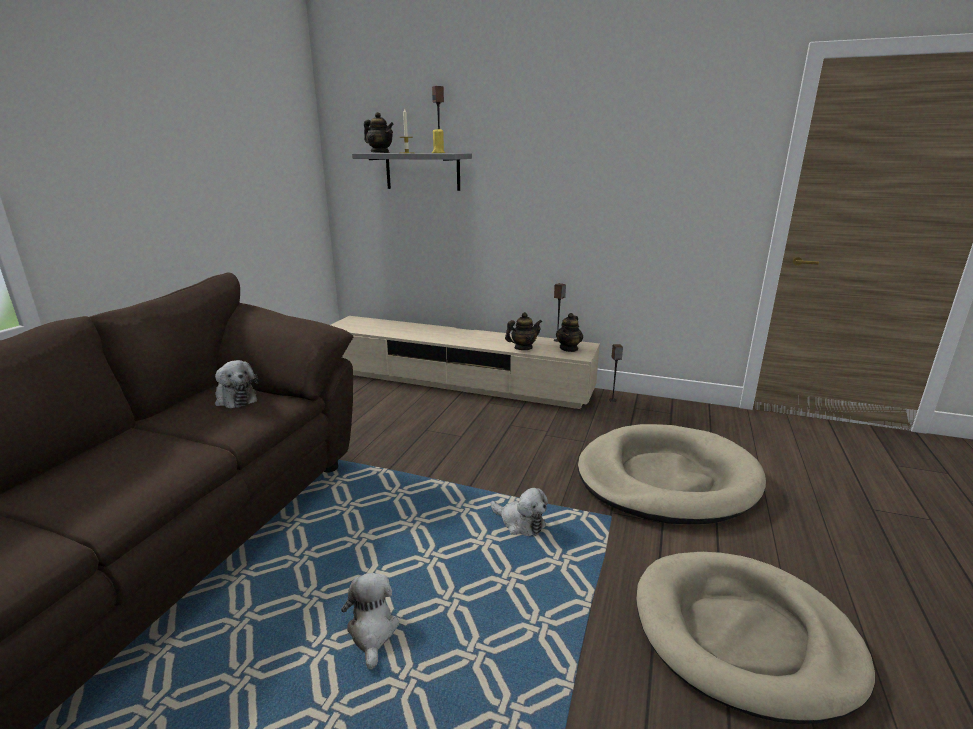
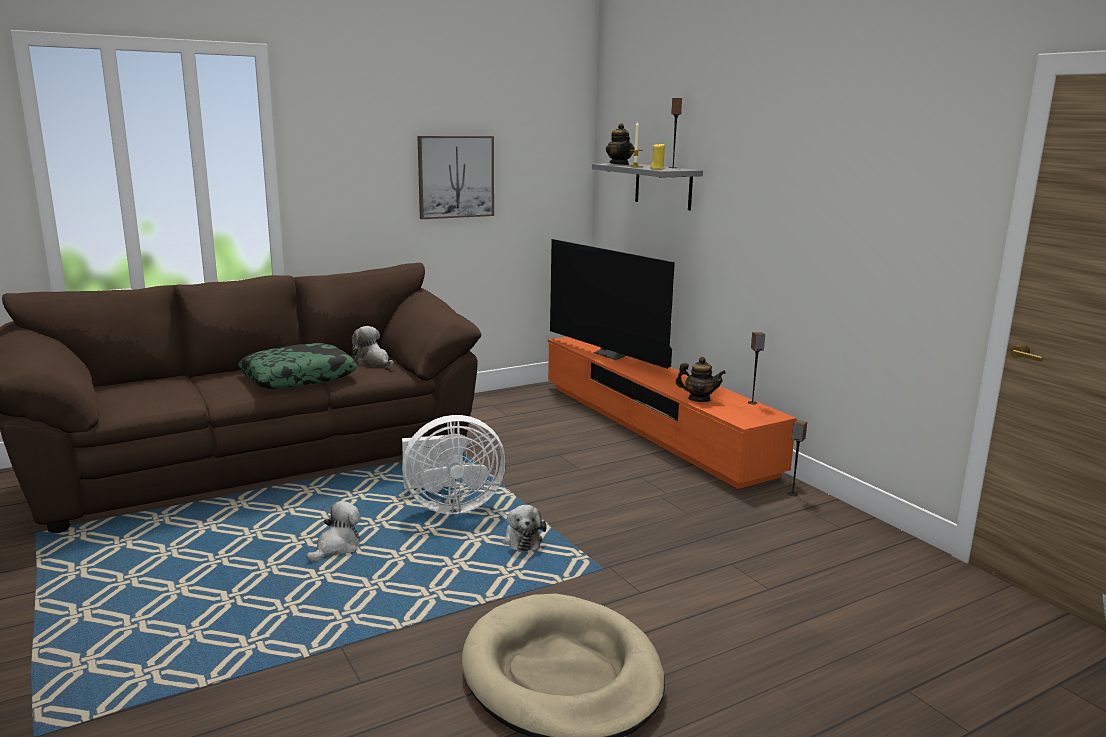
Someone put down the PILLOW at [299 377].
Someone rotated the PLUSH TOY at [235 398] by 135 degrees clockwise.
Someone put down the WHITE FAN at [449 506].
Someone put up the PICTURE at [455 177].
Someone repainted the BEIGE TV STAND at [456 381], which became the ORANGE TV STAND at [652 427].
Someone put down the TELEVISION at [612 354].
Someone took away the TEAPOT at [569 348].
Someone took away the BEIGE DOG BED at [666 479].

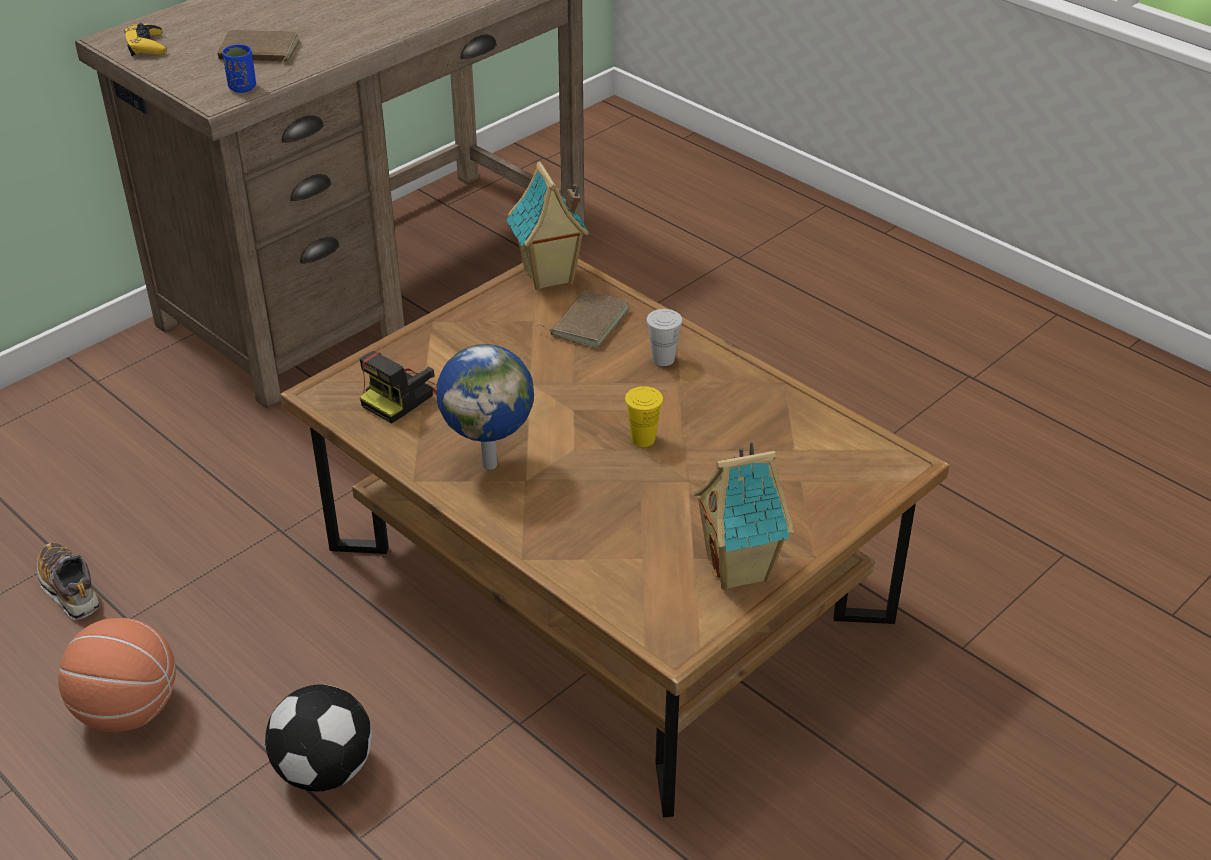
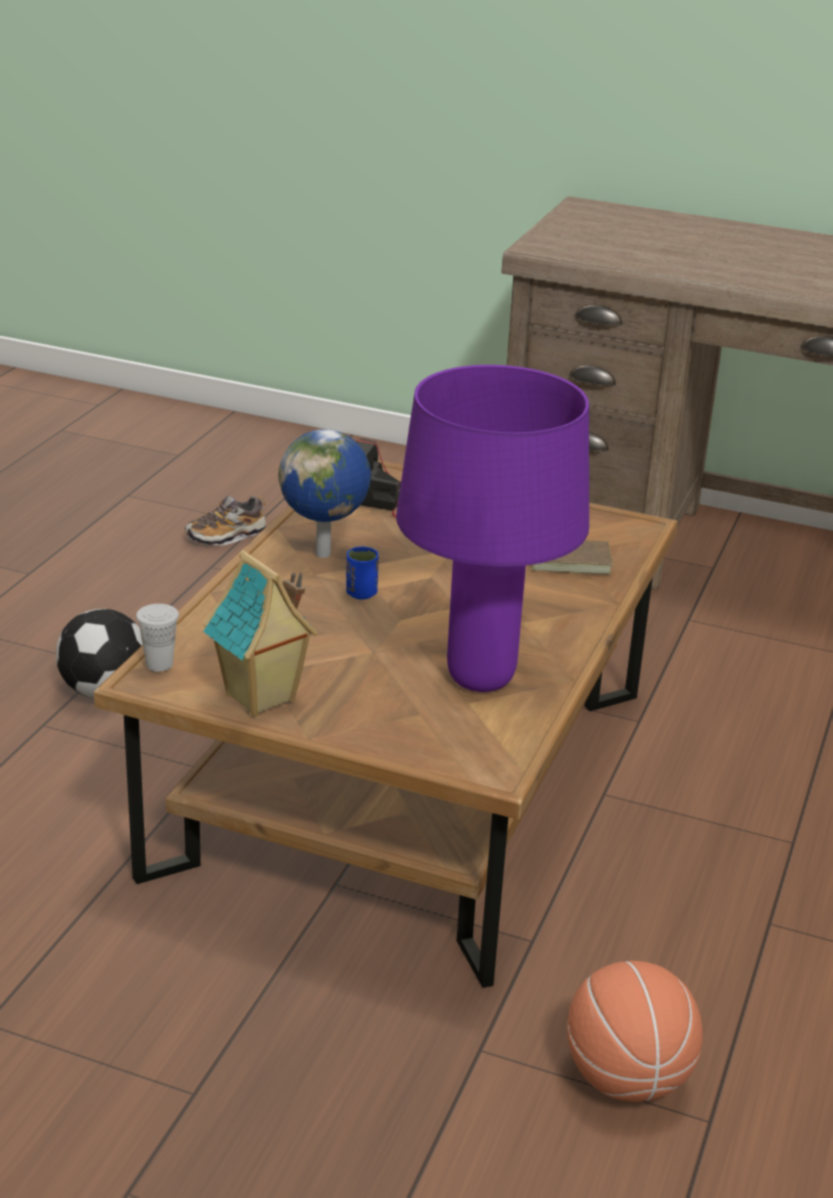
Someone carried the WHITE CUP from [663 359] to [159 664].
Someone rotated the SHOE at [69 589] by 150 degrees counterclockwise.
Someone carried the BLUE CUP from [242 88] to [361 593].
Someone put down the PURPLE TABLE LAMP at [480 679].
Someone carried the BASKETBALL from [127 710] to [627 1077].
Someone took away the YELLOW GAME CONTROLLER at [146 46].
Someone took away the BROWN BOOK at [258 52].
Someone took away the TOY HOUSE at [549 277].
Someone took away the YELLOW CUP at [643 439].

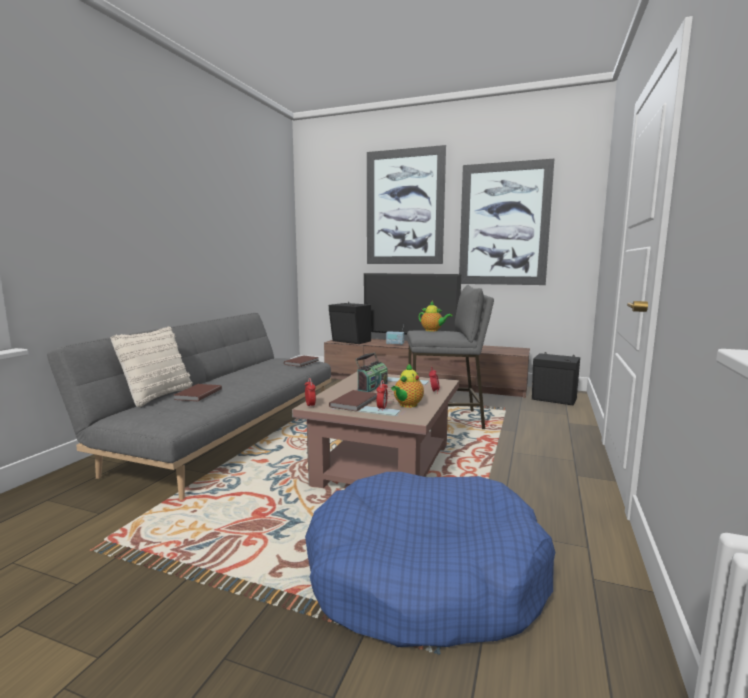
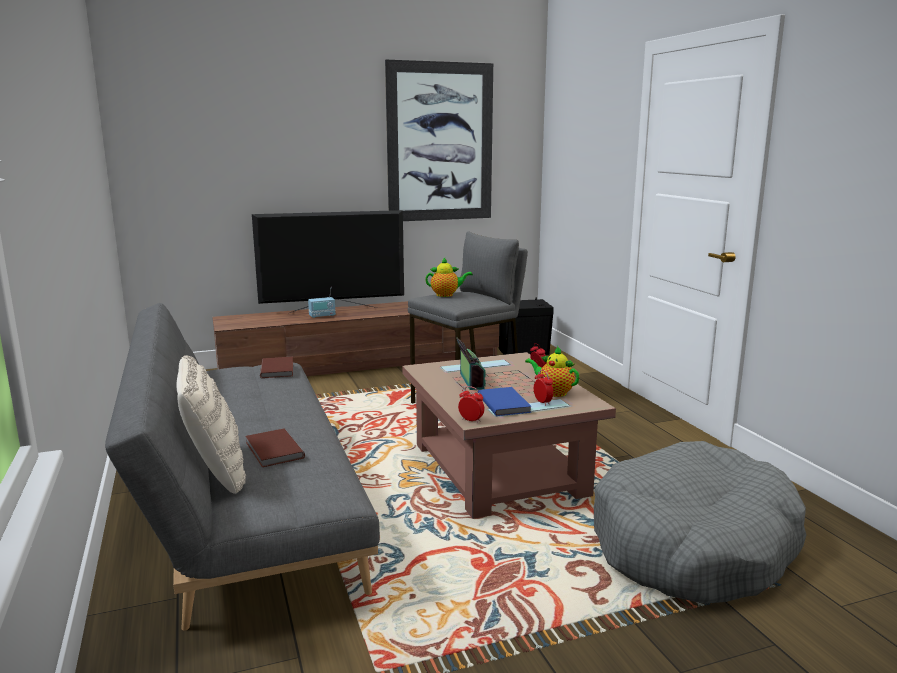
Someone repainted the BROWN BOOK at [355 402], which became the BLUE BOOK at [504 403].
Someone rotated the TEAPOT at [407 405] by 135 degrees clockwise.
Someone repainted the BLUE DOG BED at [424 577], which became the GREY DOG BED at [692 545].
Someone took away the BLACK SPEAKER at [351 341].
Someone took away the PICTURE at [404 207].

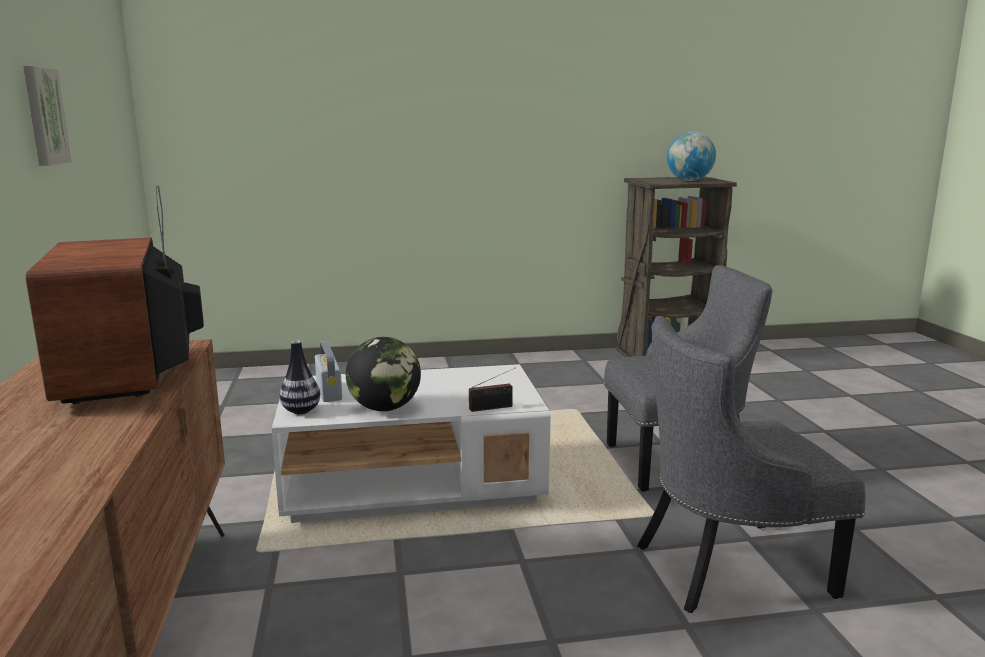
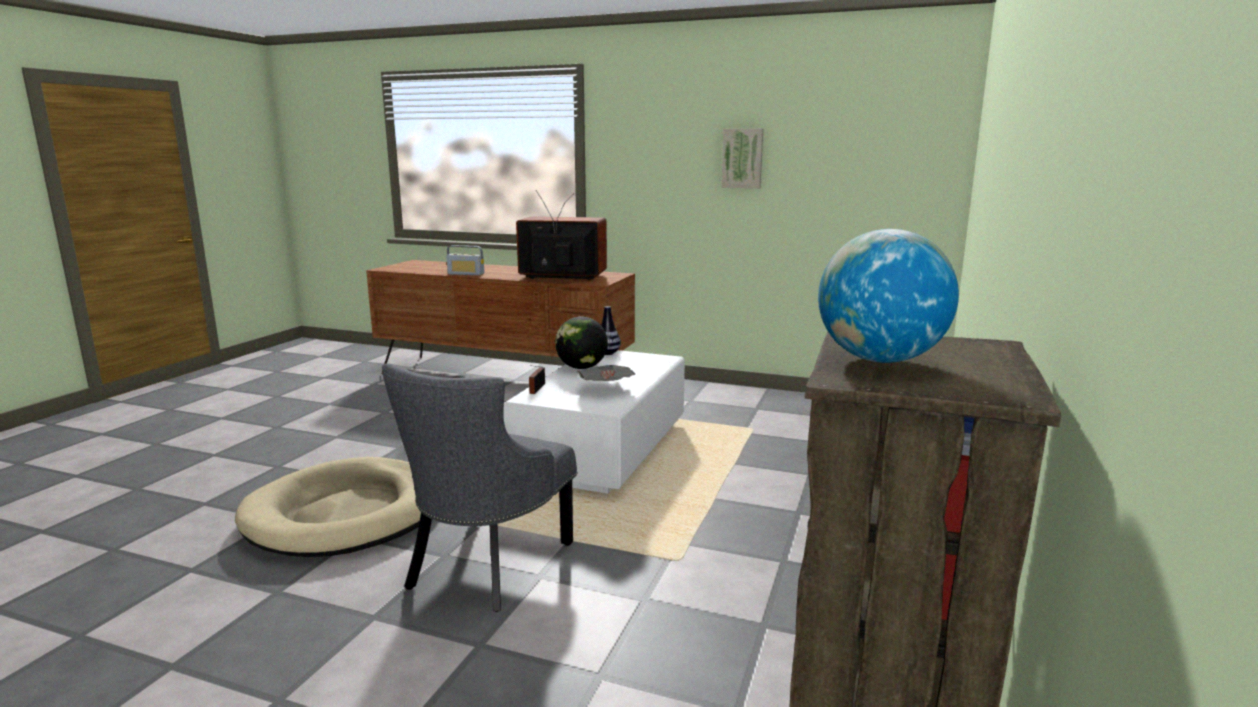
Someone swapped the GREY ARMCHAIR at [733 567] for the BEIGE DOG BED at [348 514].
Someone carried the RADIO from [329 391] to [466 274].
Someone put down the NEWSPAPER at [606 389].

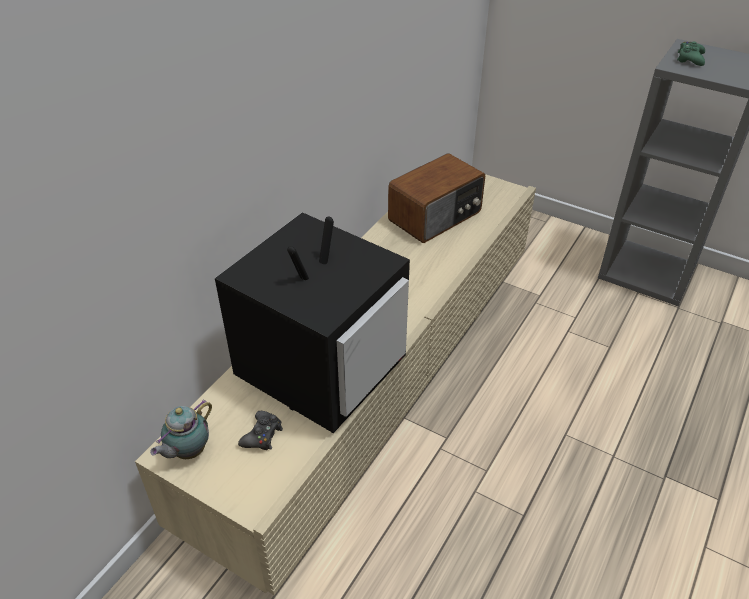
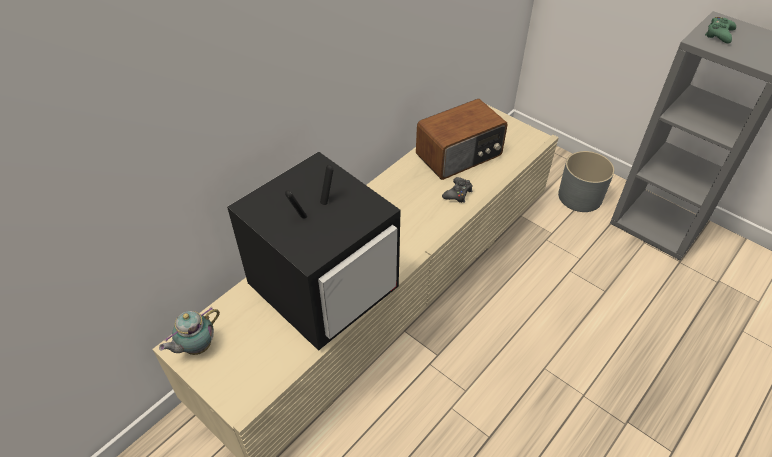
Someone carried the BLACK GAME CONTROLLER from [262 435] to [458 193].
Someone put down the GREY PLANTER at [580 196].

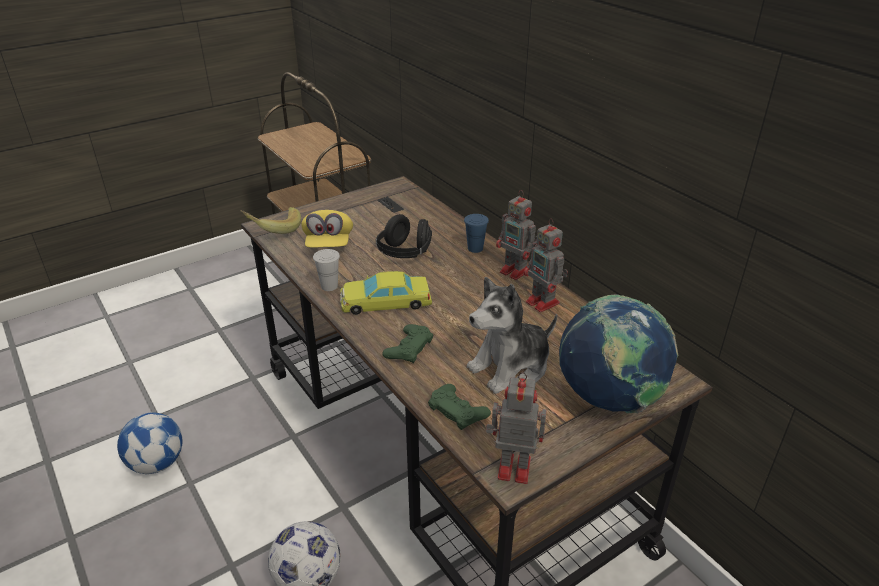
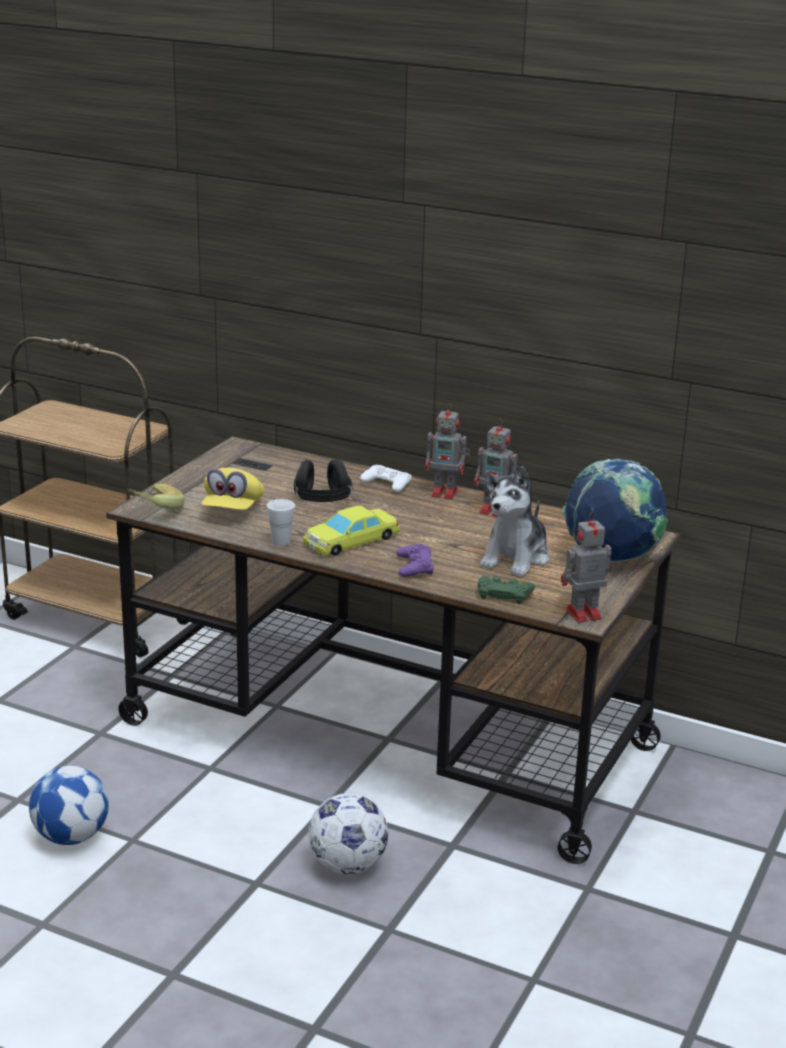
Someone rotated the YELLOW CAP at [329 244] by 45 degrees clockwise.
Someone swapped the BLUE CUP at [475 248] for the WHITE GAME CONTROLLER at [387 483].
Someone repainted the GREEN GAME CONTROLLER at [408 348], which became the PURPLE GAME CONTROLLER at [414 566].

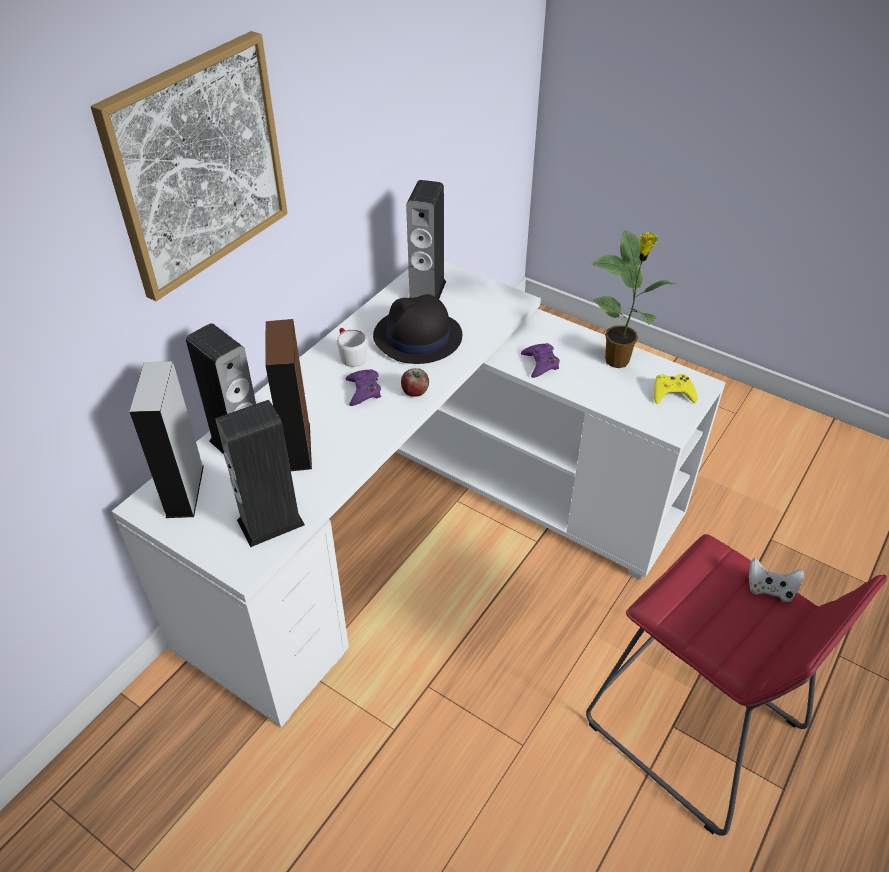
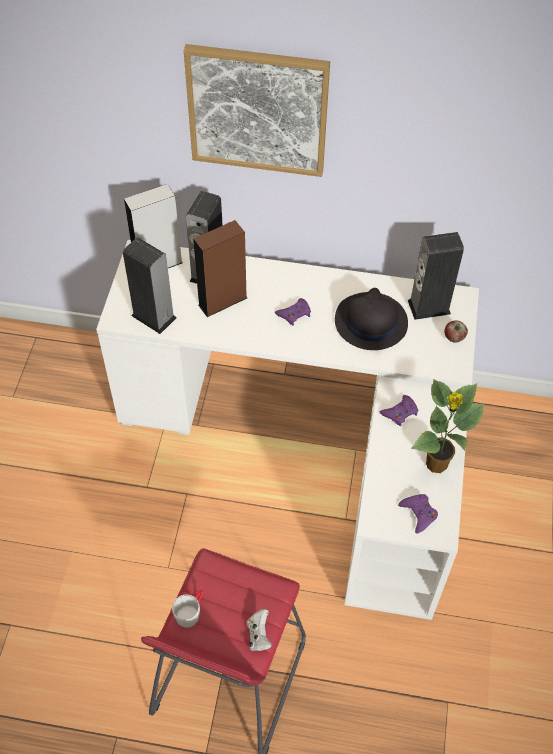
Someone carried the WHITE MUG from [350 355] to [191 611].
Someone repainted the YELLOW GAME CONTROLLER at [672 393], which became the PURPLE GAME CONTROLLER at [418 514].
Someone carried the APPLE from [415 392] to [454 337].

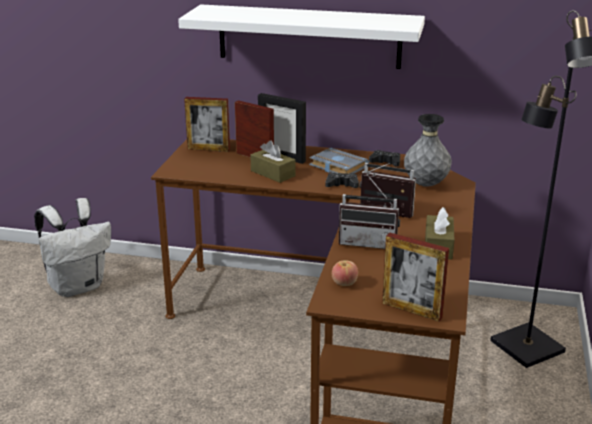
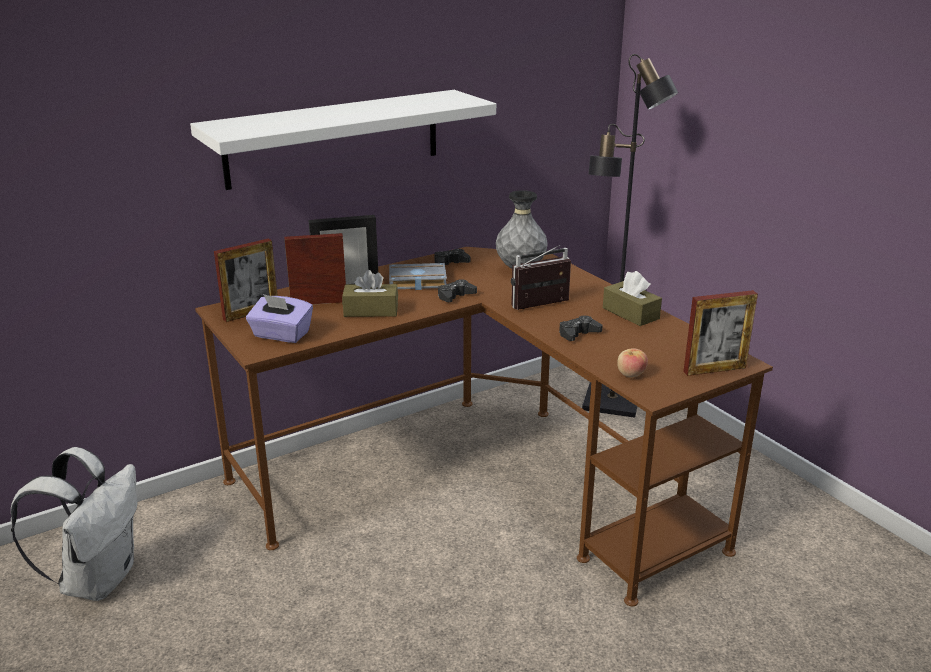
Someone put down the PURPLE TISSUE BOX at [281 335].
Someone swapped the RADIO at [369 242] for the BLACK GAME CONTROLLER at [578 333].

